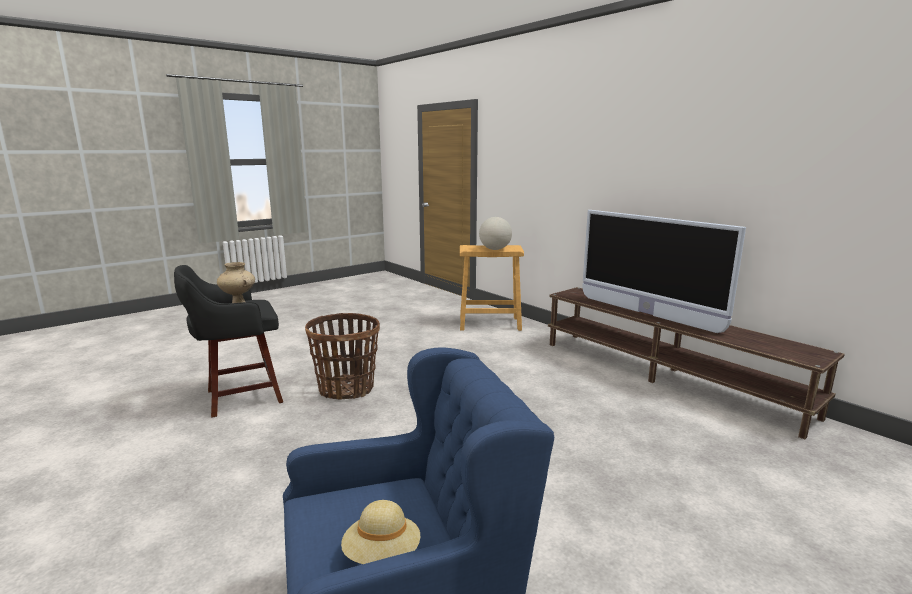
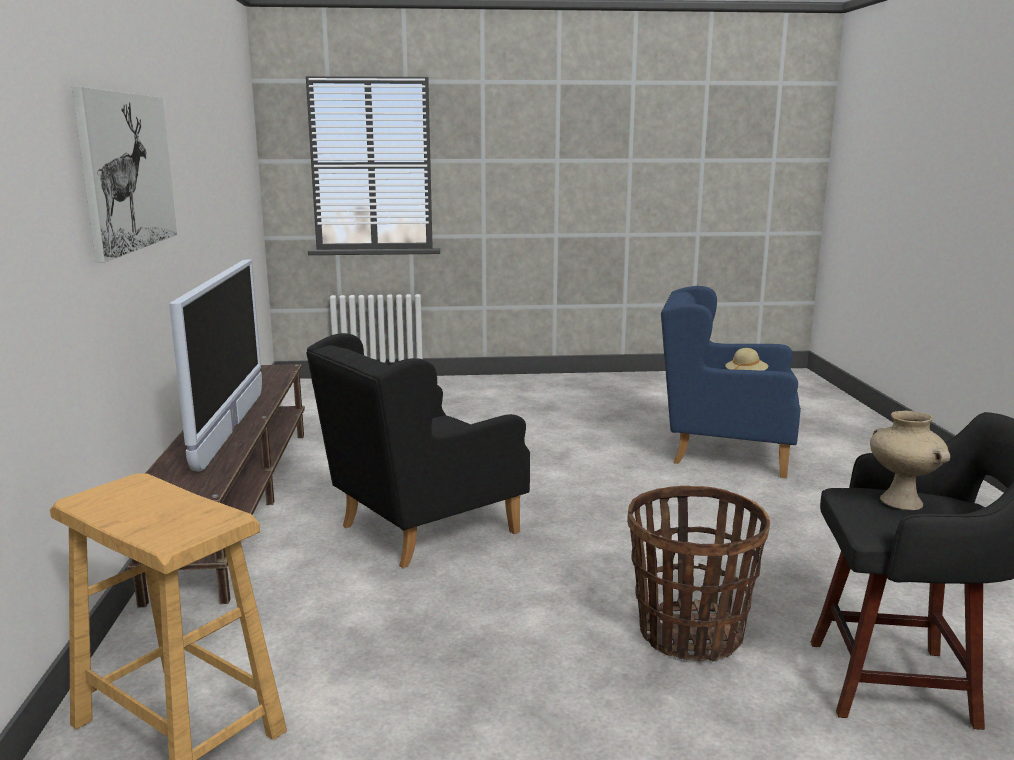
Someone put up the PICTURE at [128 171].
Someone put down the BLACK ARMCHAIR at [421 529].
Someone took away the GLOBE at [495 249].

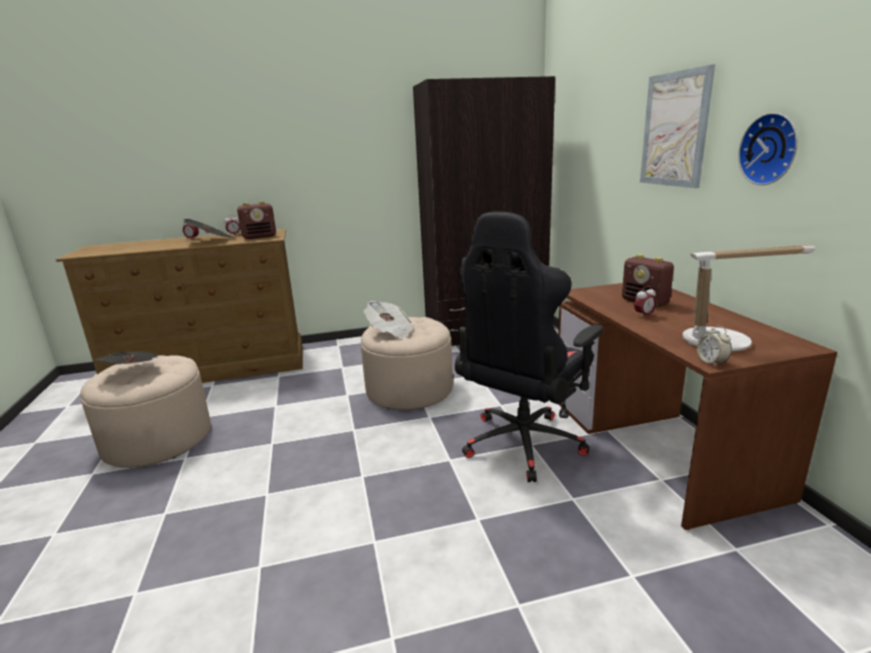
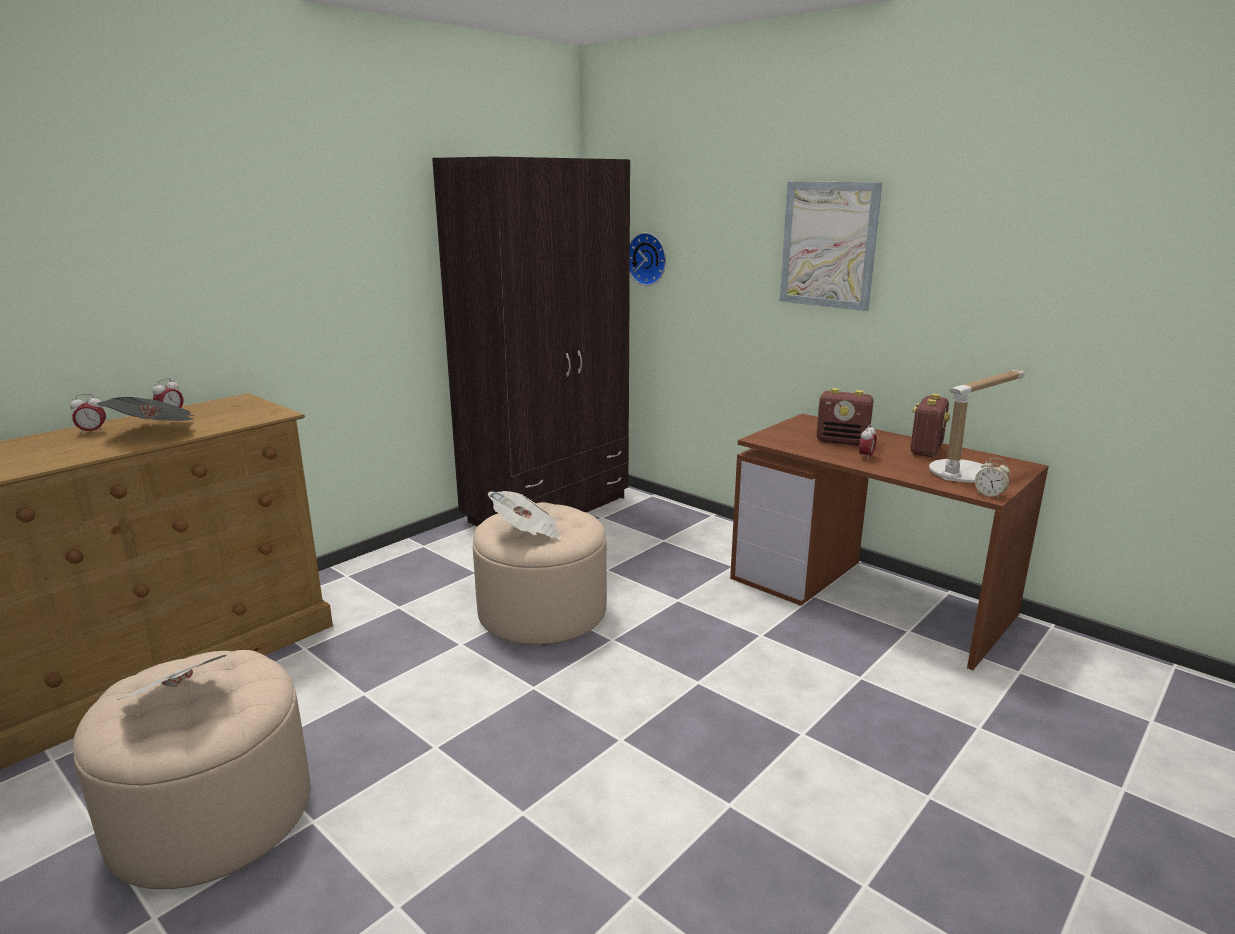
Someone carried the WALL CLOCK from [771 149] to [648 259].
Someone carried the RADIO from [259 237] to [926 450].
Someone took away the BLACK OFFICE CHAIR at [523 443].

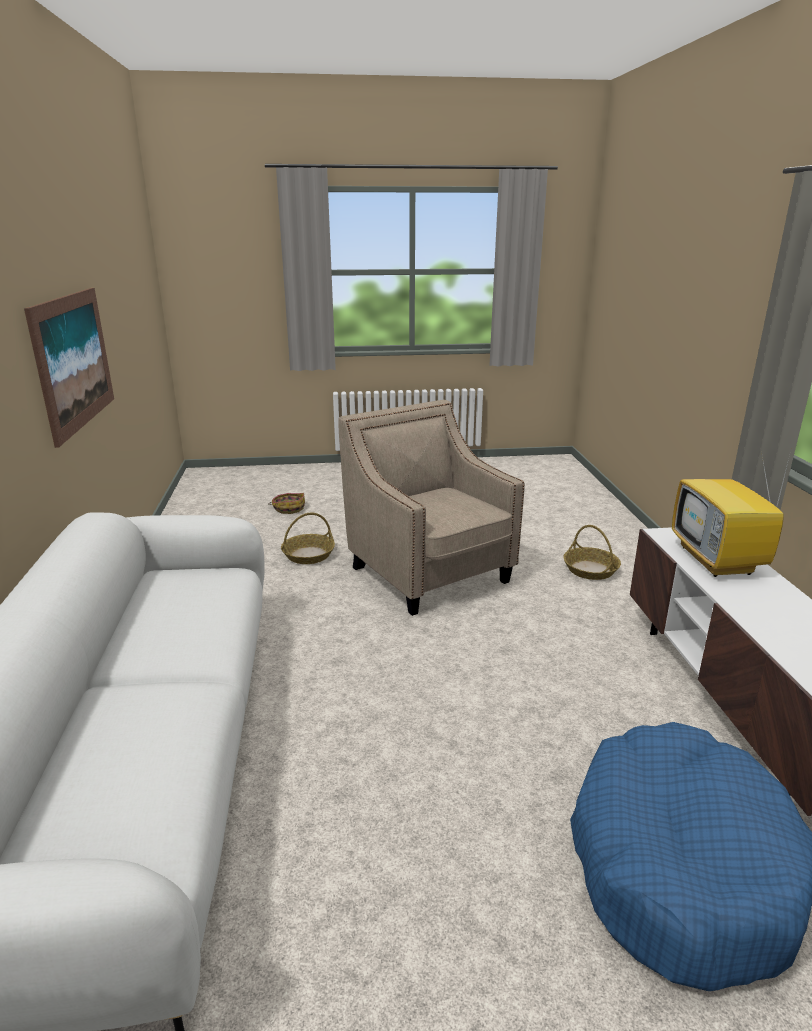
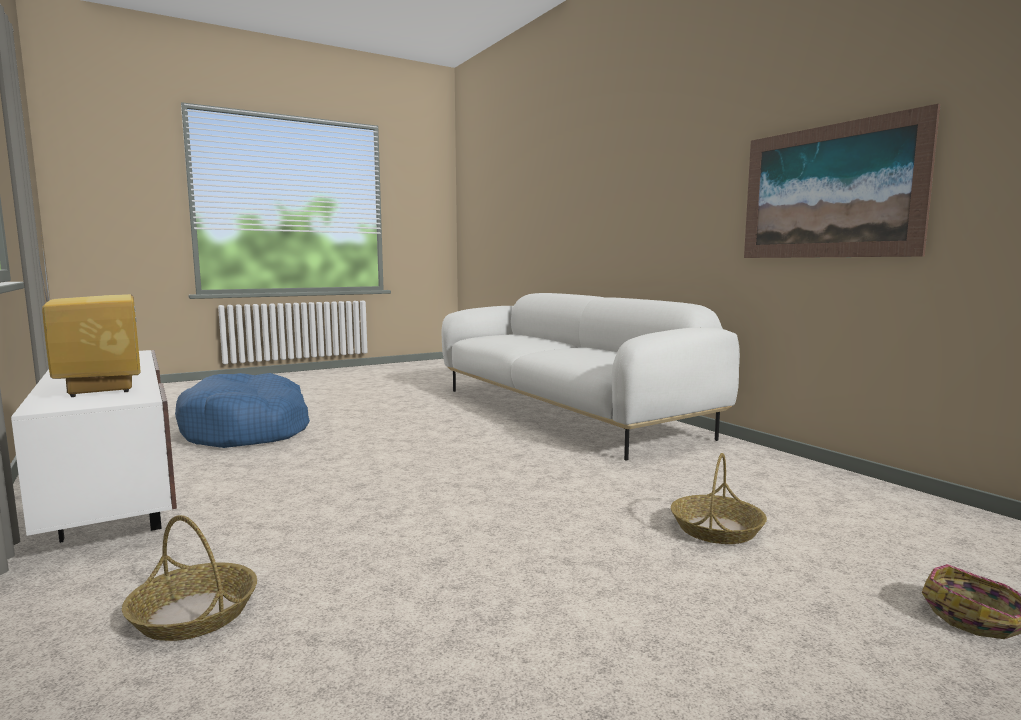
Someone took away the BEIGE ARMCHAIR at [429 573].

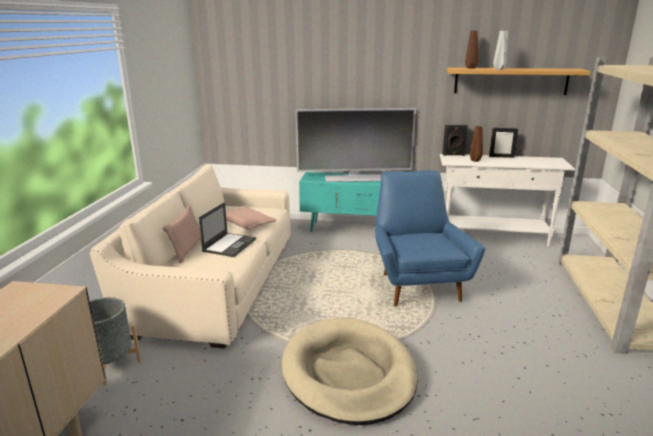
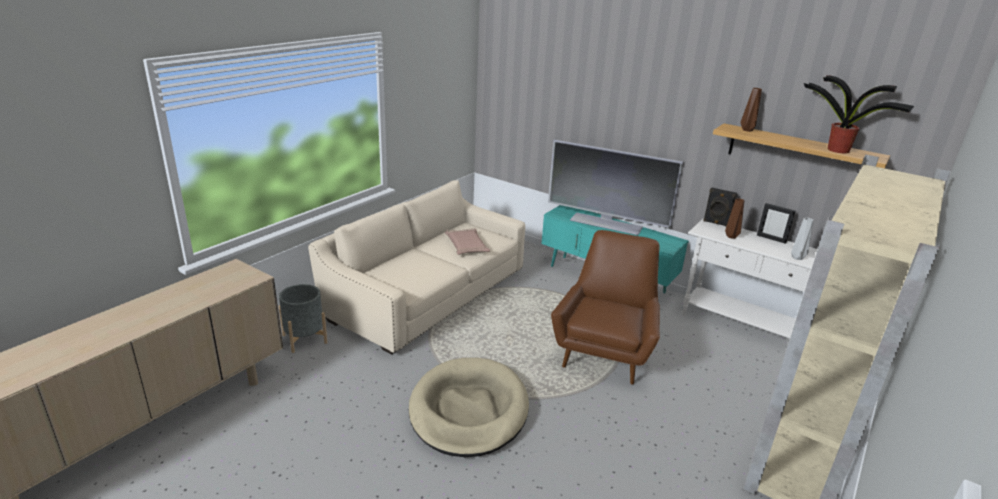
Someone repainted the BLUE ARMCHAIR at [416 285], which became the BROWN ARMCHAIR at [604 353].
Someone carried the GREY VASE from [498 69] to [796 257].
Someone put down the POTTED PLANT at [839 150].
Someone took away the BEIGE PILLOW at [186 249].
Someone took away the LAPTOP at [229 245].

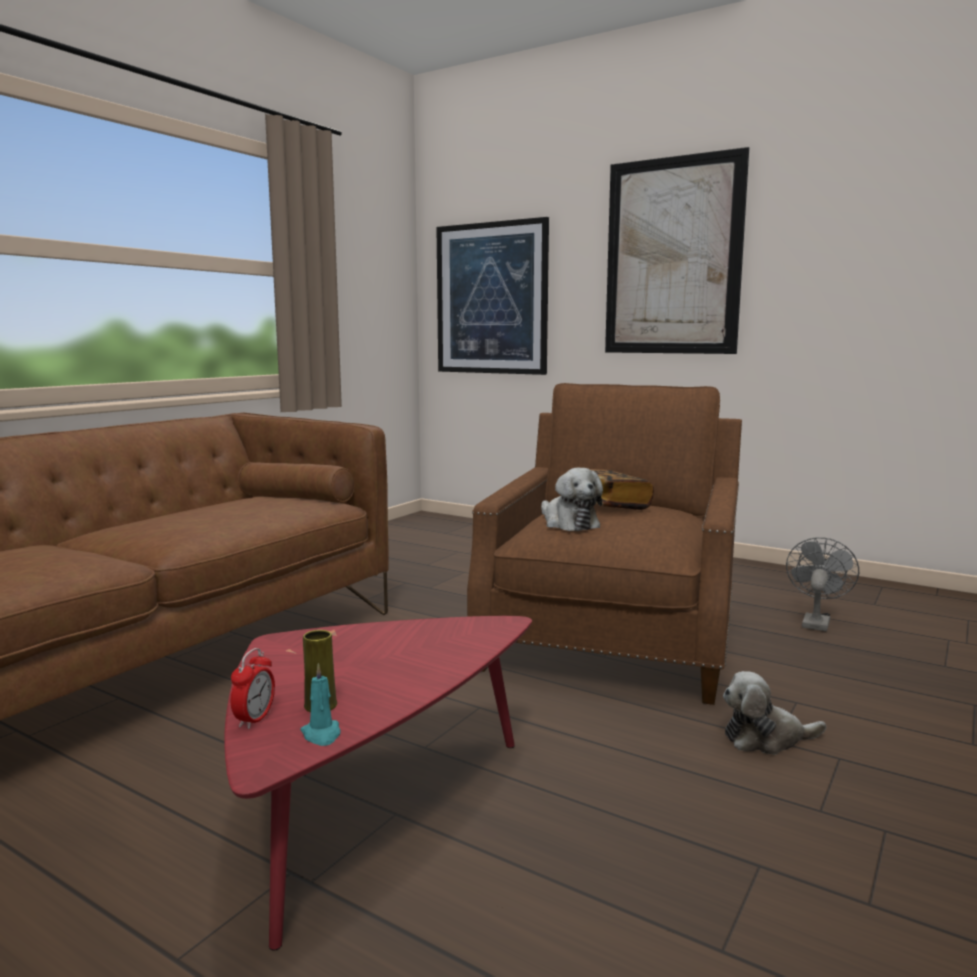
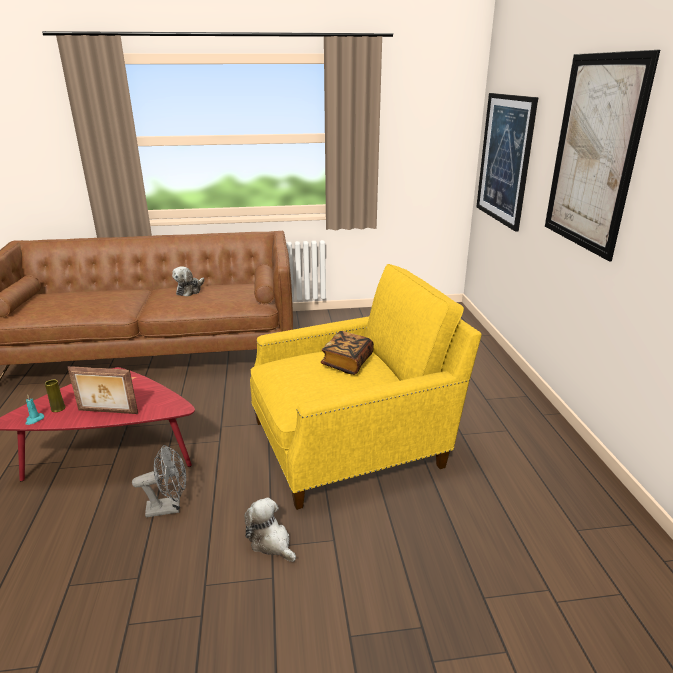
Someone put down the PICTURE FRAME at [107 412].
Someone carried the GREY FAN from [816 621] to [169 507].
Someone carried the PLUSH TOY from [568 523] to [190 290].
Someone repainted the BROWN ARMCHAIR at [613 636], which became the YELLOW ARMCHAIR at [351 442].
Someone took away the ALARM CLOCK at [254 719].

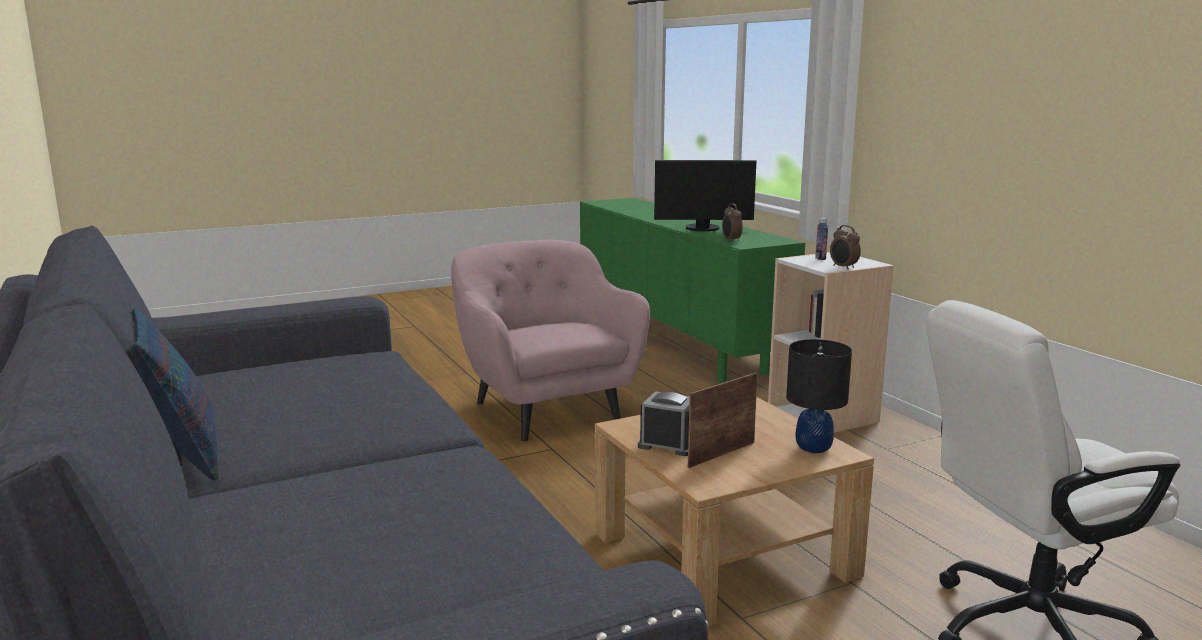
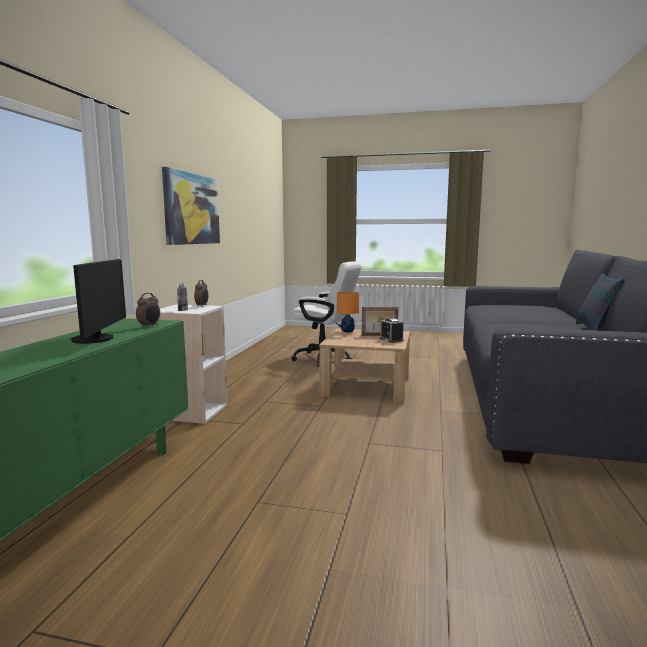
Someone rotated the MONITOR at [703 229] by 45 degrees clockwise.
Someone put up the PICTURE at [192 209].
Someone repainted the BLACK TABLE LAMP at [814 448], which became the ORANGE TABLE LAMP at [347 331].
Someone took away the PINK ARMCHAIR at [546 409].

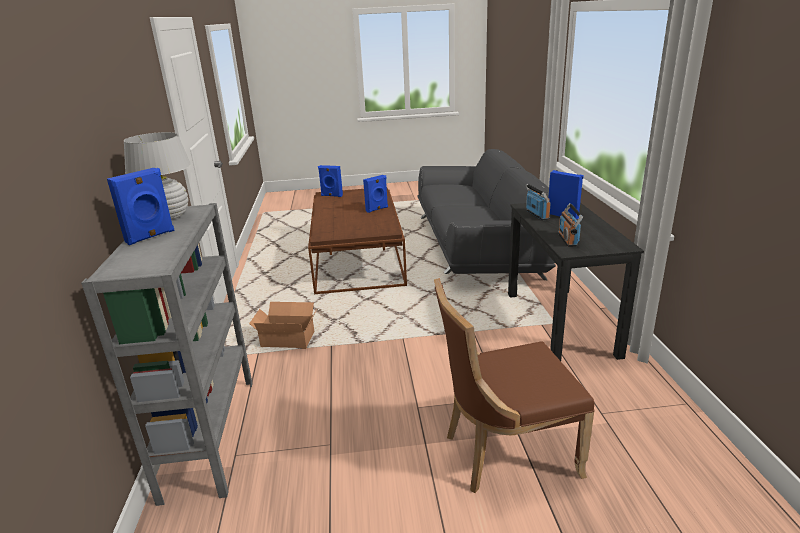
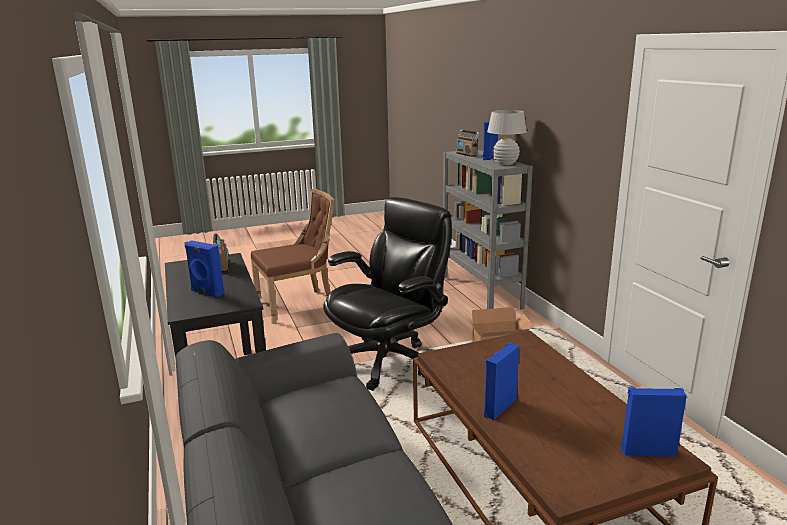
Someone put down the BLACK OFFICE CHAIR at [388 361].
Someone carried the RADIO from [537 215] to [466 154].

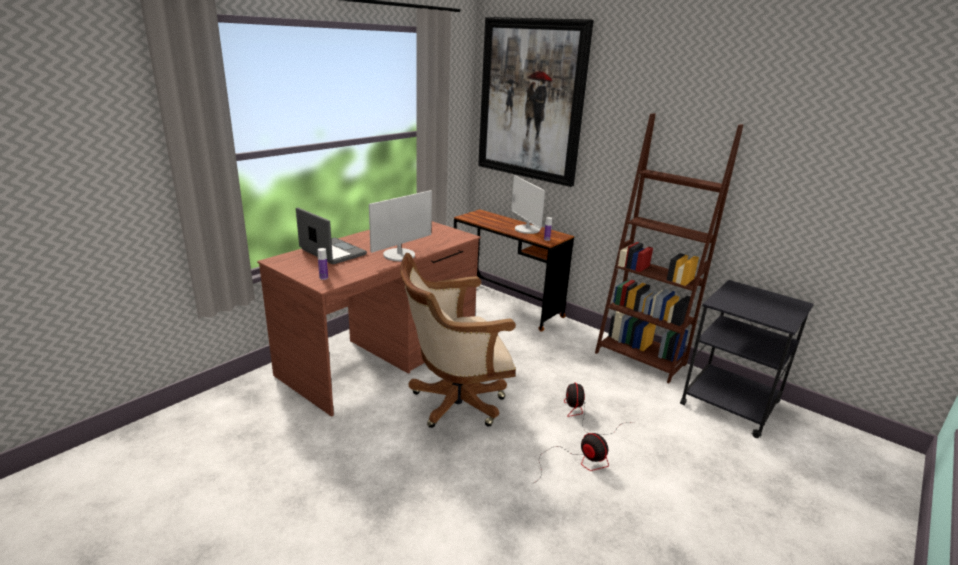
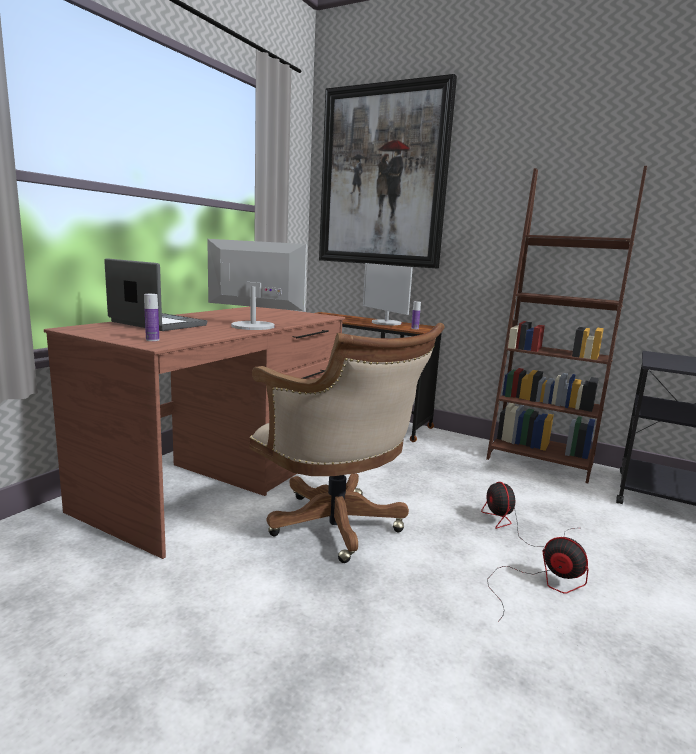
Someone rotated the MONITOR at [399 255] by 105 degrees counterclockwise.
Someone rotated the OFFICE CHAIR at [453 404] by 105 degrees counterclockwise.

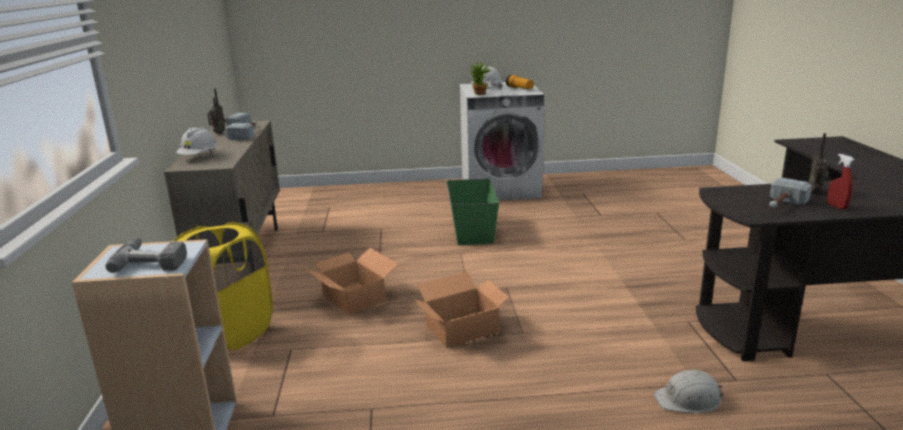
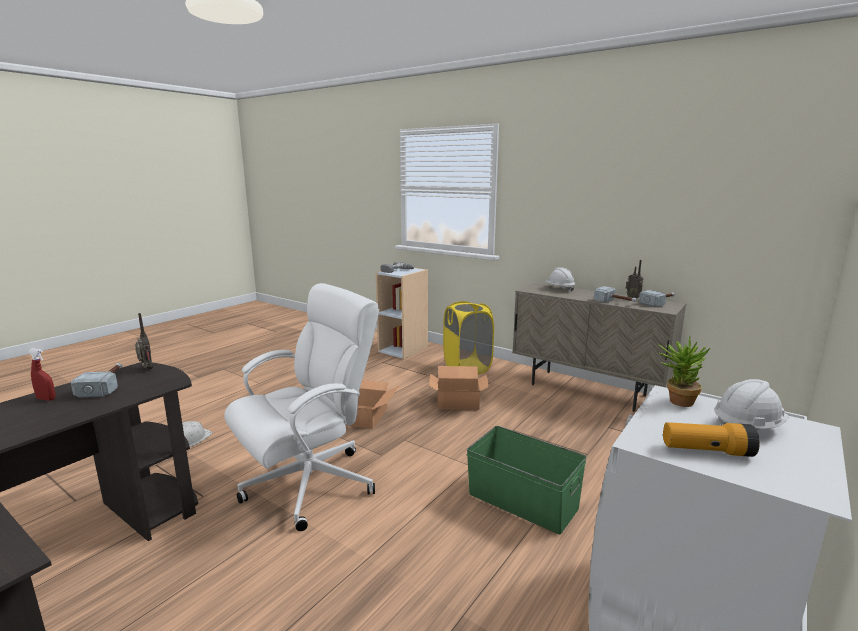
Someone carried the RADIO from [815 191] to [146 369].
Someone put down the WHITE OFFICE CHAIR at [309 485].

